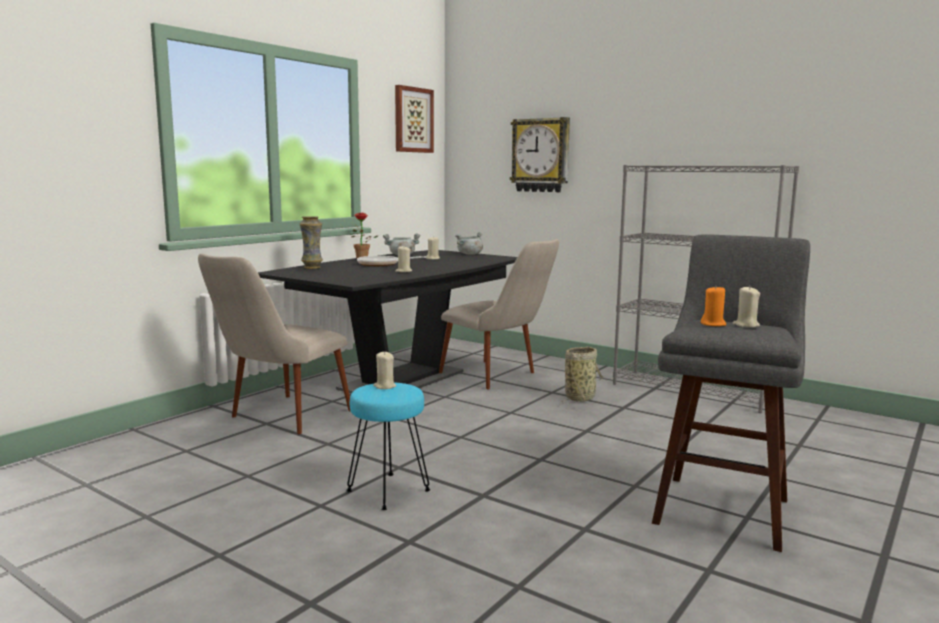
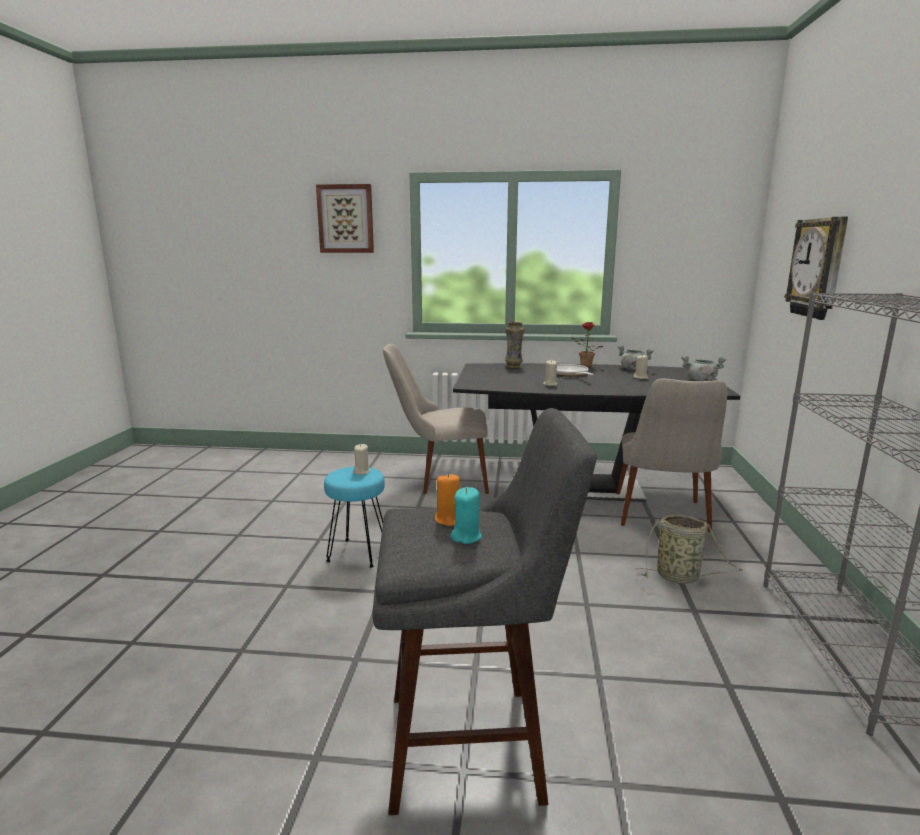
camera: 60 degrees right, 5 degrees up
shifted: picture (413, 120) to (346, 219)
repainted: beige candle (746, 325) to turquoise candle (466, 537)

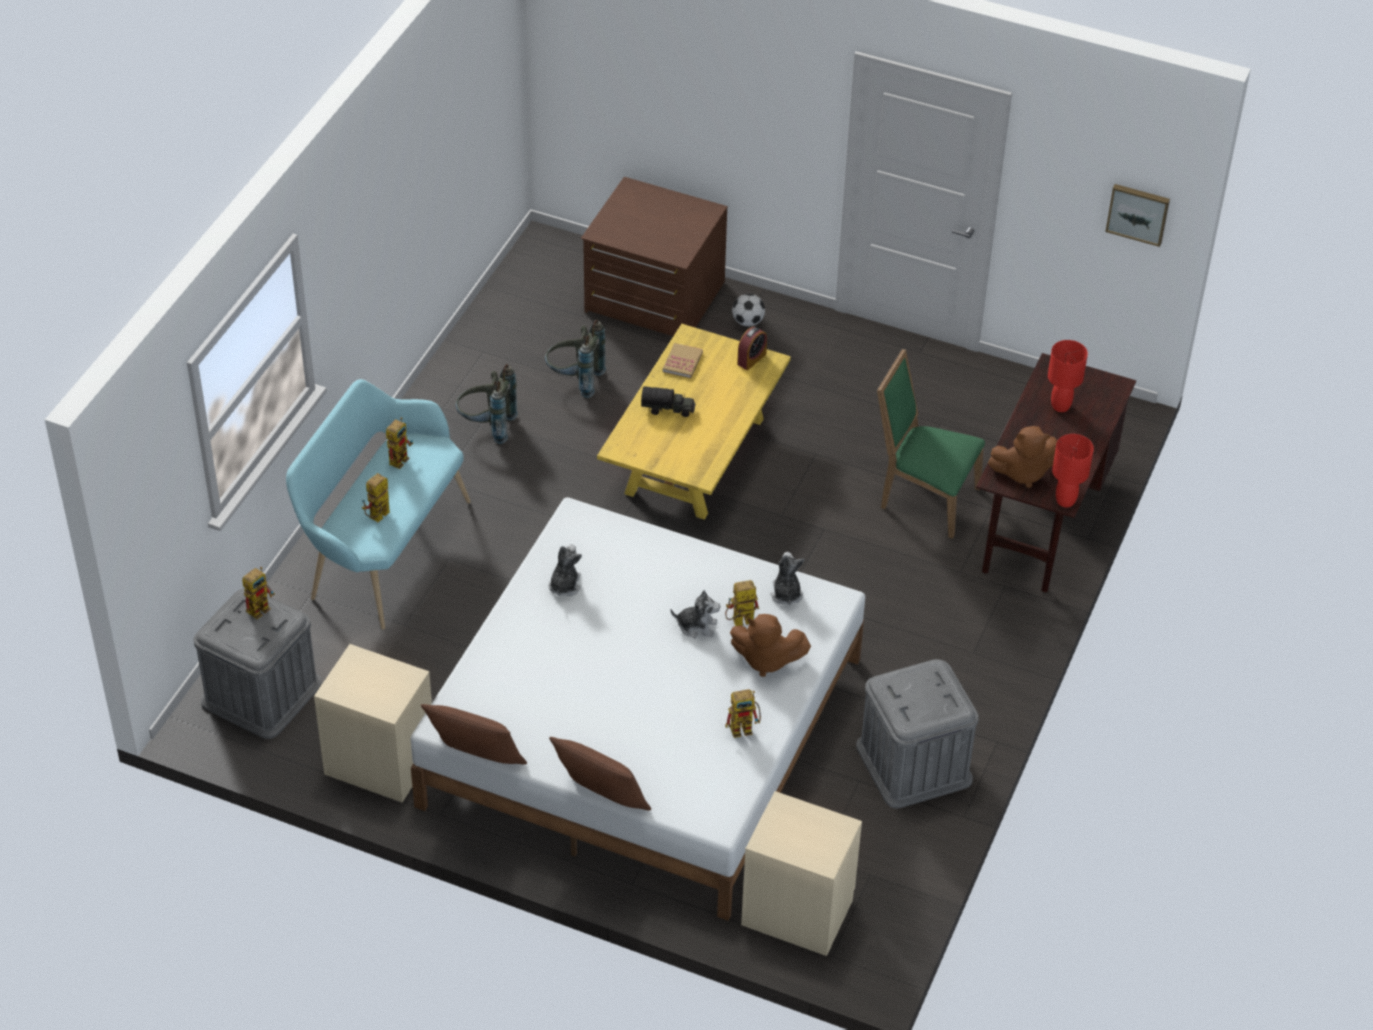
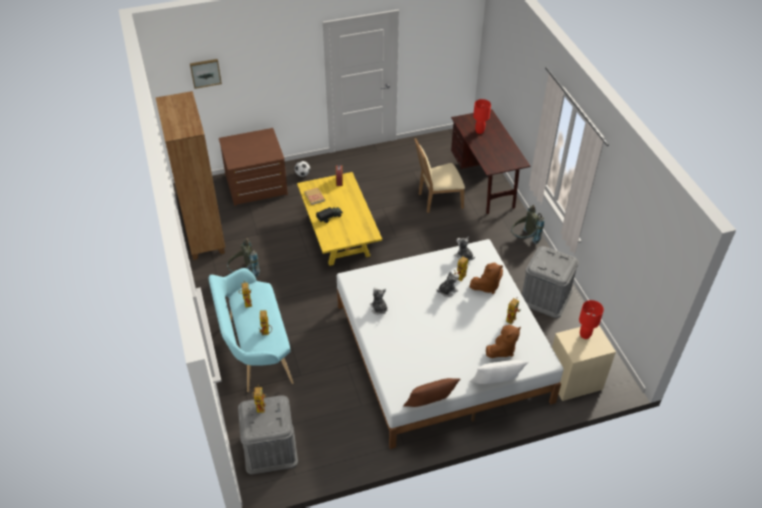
camera: 40 degrees left, 0 degrees up
gone: beige nightstand (380, 761)
new: brown bookcase (204, 234)
shifted: grey backpack (575, 381) to (524, 239); brown plush toy (1023, 472) to (502, 350); red table lamp (1065, 500) to (584, 335); picture (1138, 213) to (205, 73)
repainted: brown pillow (601, 801) to white pillow (496, 385); green chair (924, 498) to beige chair (437, 200)

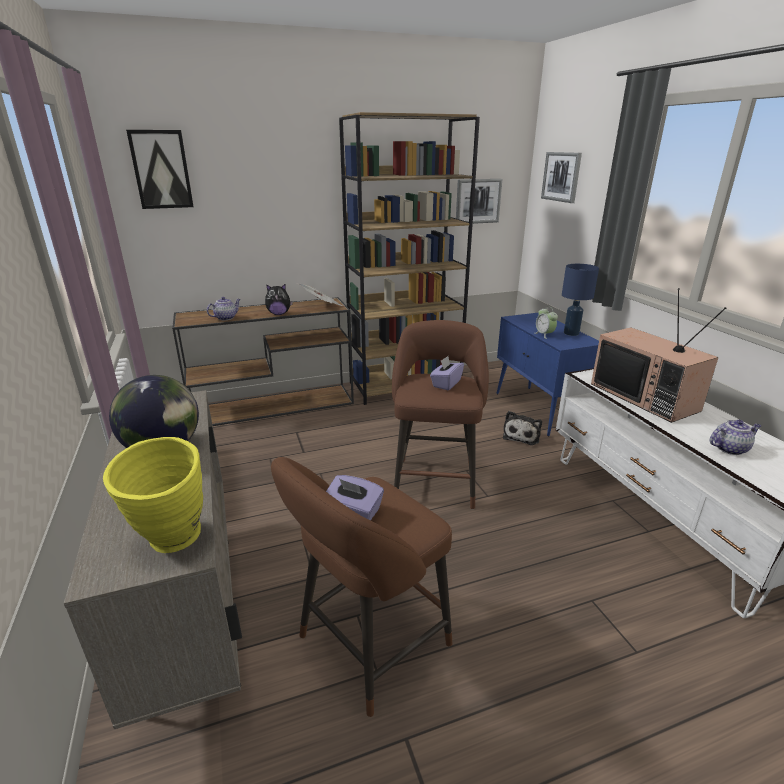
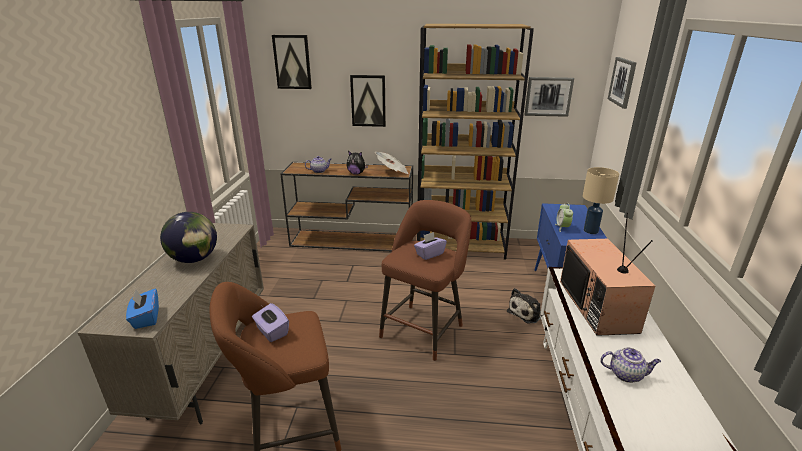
camera: 25 degrees right, 0 degrees up
new: picture (368, 100)
swapped: yellow vase (173, 544) to blue tissue box (146, 318)
repainted: blue table lamp (571, 333) to beige table lamp (590, 231)

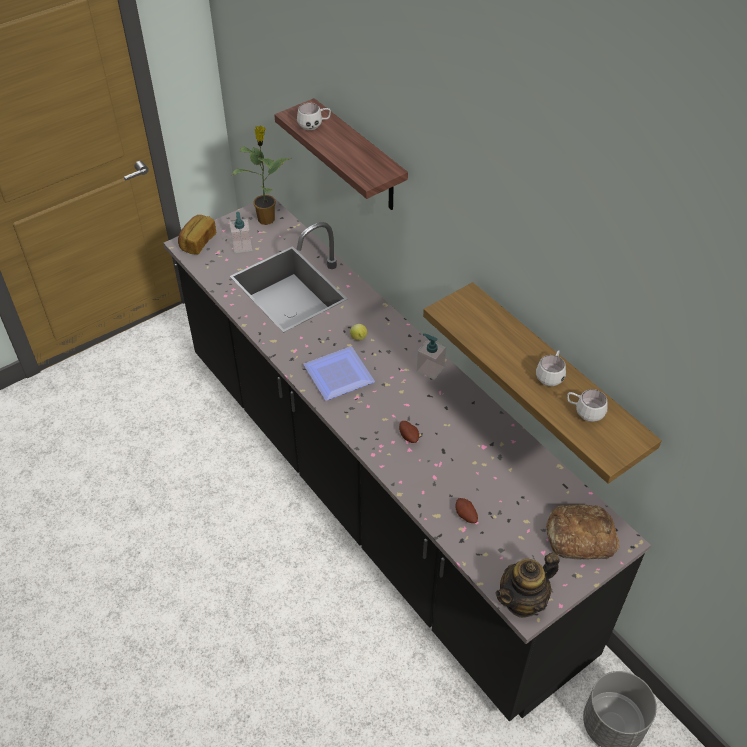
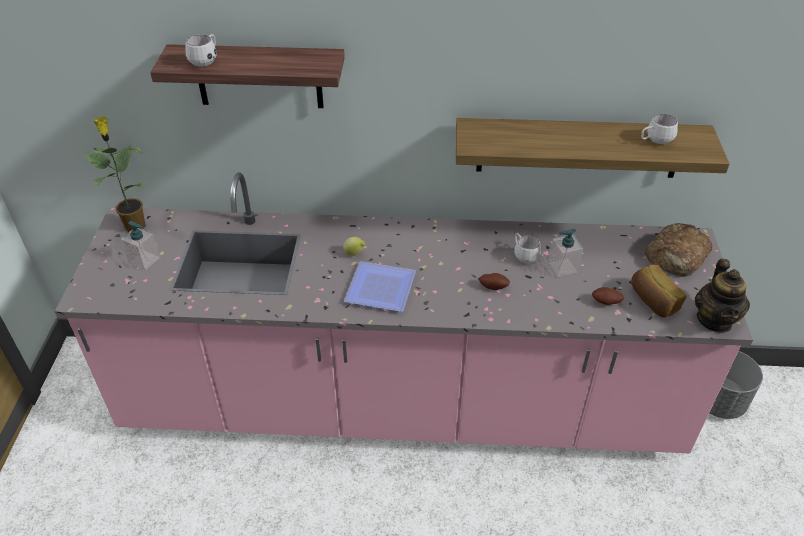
camera: 50 degrees left, 5 degrees down
shifted: bread (197, 242) to (653, 301); soap dispenser (430, 369) to (562, 268); white mug (550, 376) to (523, 255)
repainted: black counter (373, 494) to pink counter (402, 405)

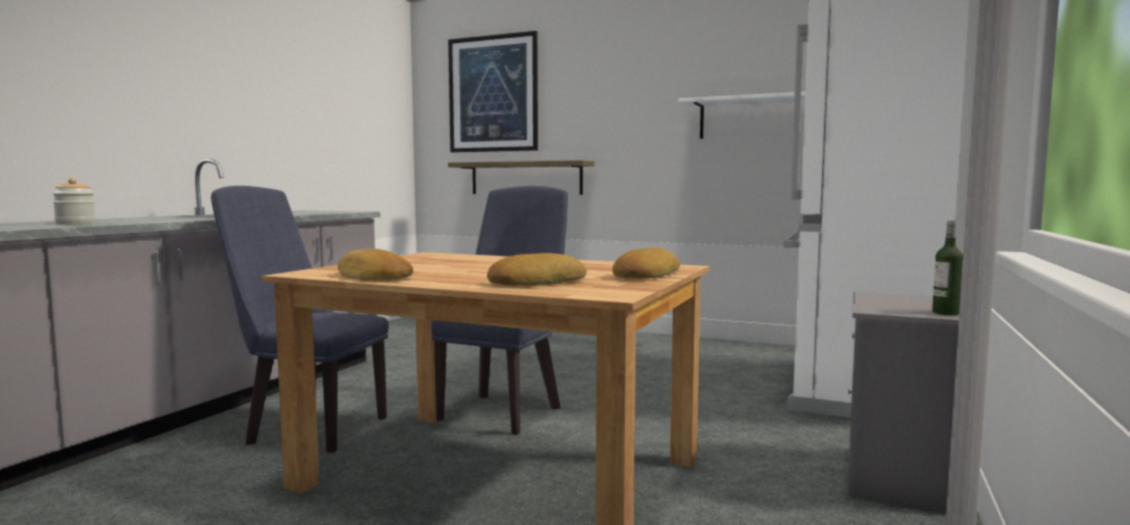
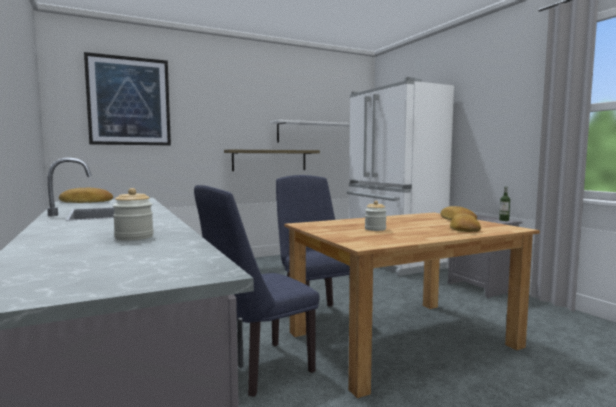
camera: 50 degrees left, 0 degrees up
new: jar (375, 229)
shifted: bread (372, 277) to (86, 201); shelf (526, 178) to (270, 160)

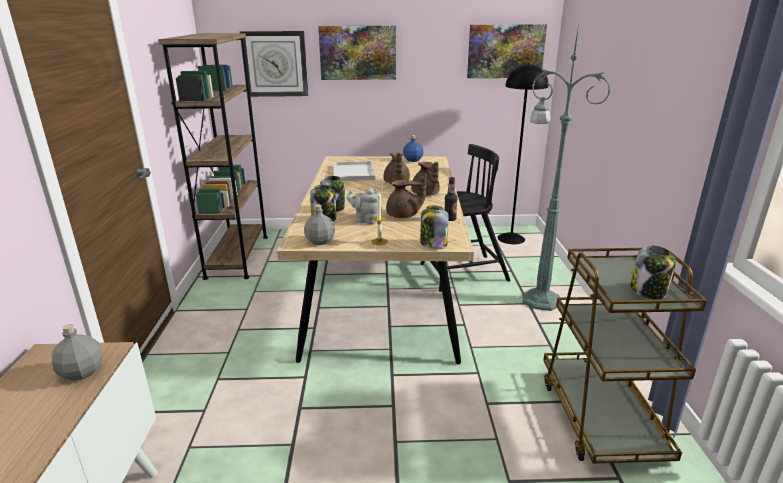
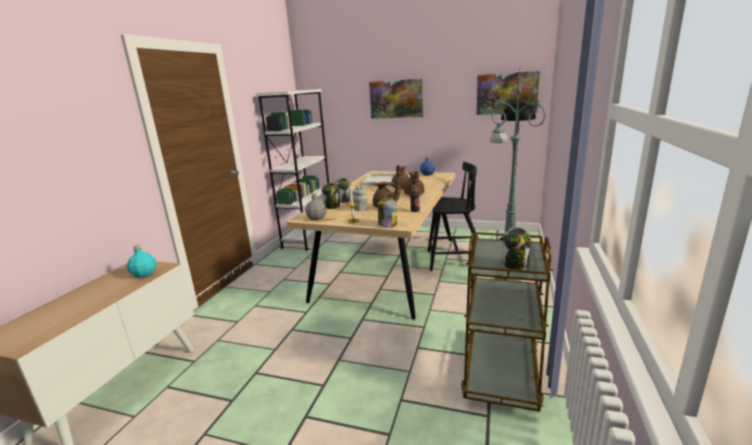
camera: 20 degrees right, 5 degrees down
gone: wall clock (275, 64)
repainted: grey bottle (81, 372) to turquoise bottle (144, 274); brown bookcase (237, 256) to white bookcase (309, 236)

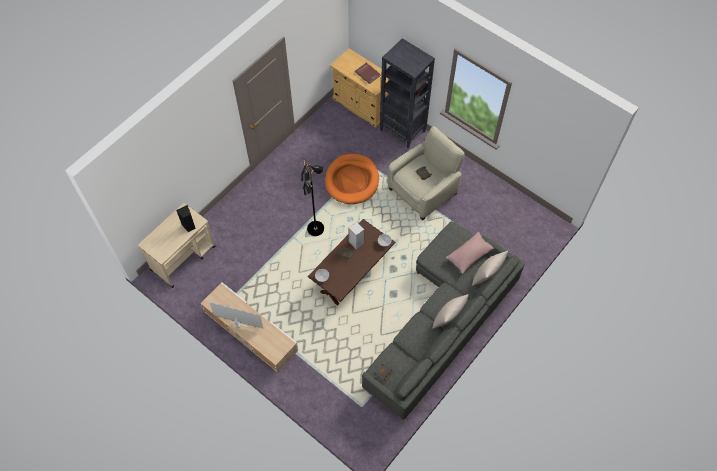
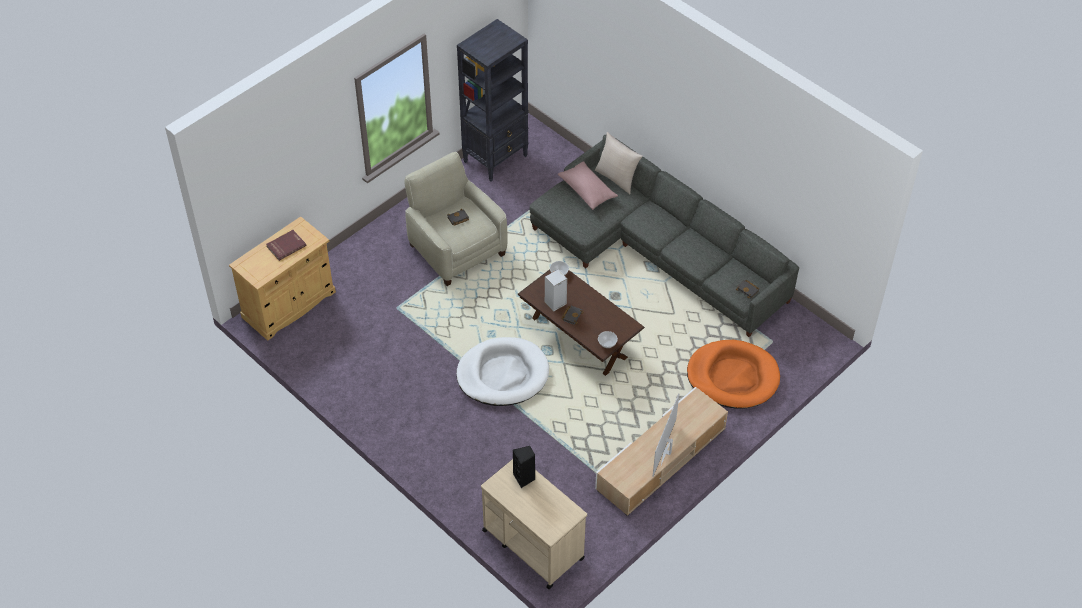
camera: 85 degrees left, 10 degrees down
gone: beige pillow (448, 318)
shifted: orange dog bed (352, 180) to (733, 377); black bookcase (403, 131) to (496, 158)
swapped: black floor lamp (316, 229) to white dog bed (503, 374)

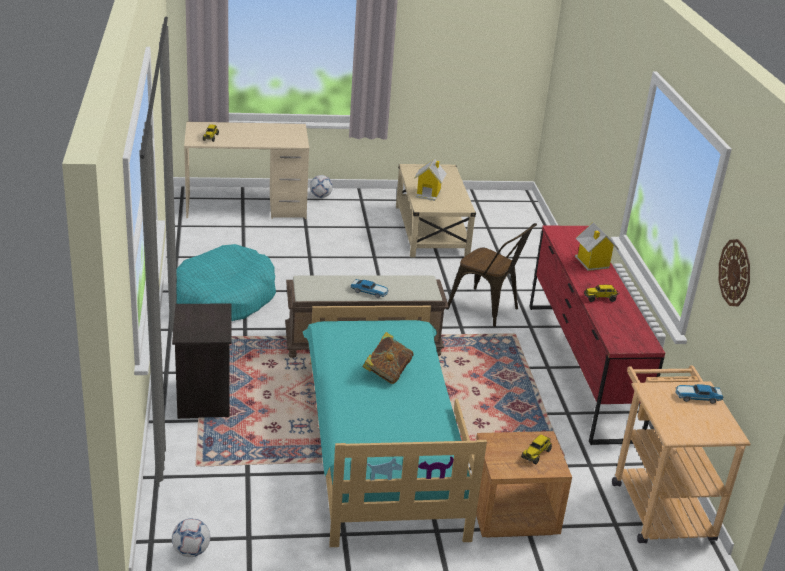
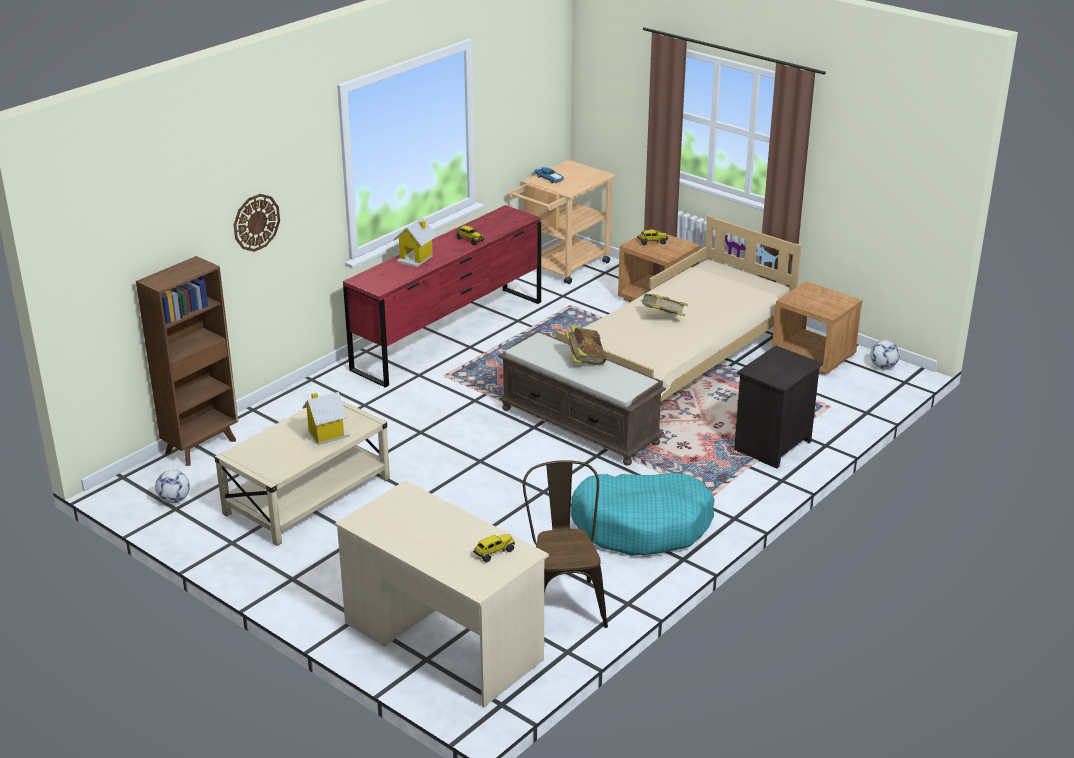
camera: 130 degrees left, 0 degrees up
new: brown bookcase (202, 446); brown nightstand (813, 357)
shifted: football (320, 196) to (174, 500); brown chair (488, 310) to (563, 601); wall clock (735, 272) to (256, 222)
swapped: toy car (370, 292) to book (585, 360)
repainted: turquoise bed (381, 442) to beige bed (678, 362)

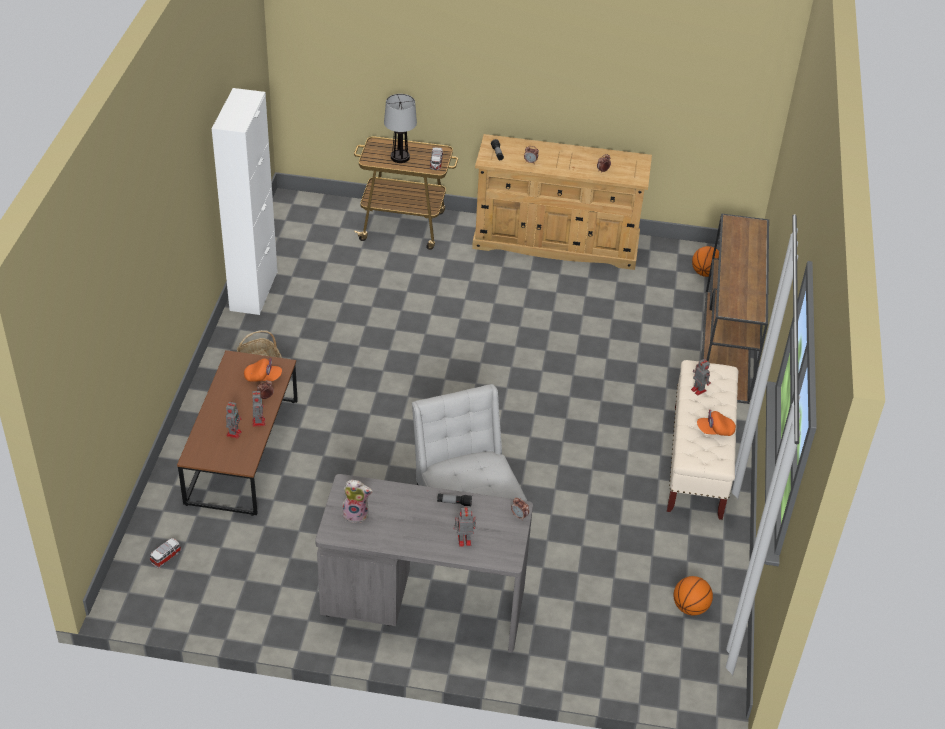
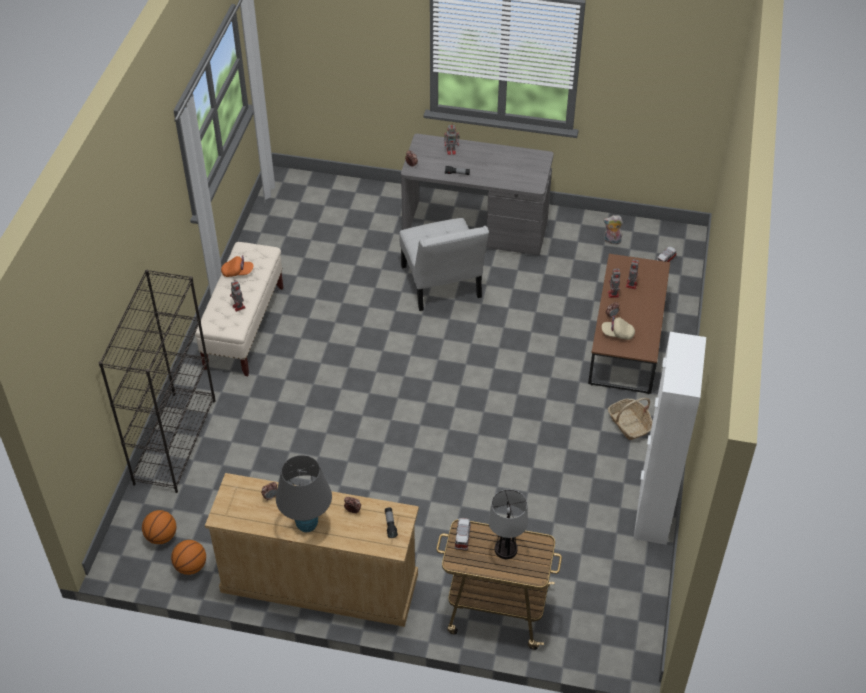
camera: 175 degrees left, 5 degrees up
new: grey table lamp (307, 524)
shifted: plush toy (356, 514) to (611, 241); basketball (690, 607) to (191, 566)
swapped: brown console table (726, 346) to black bookcase (175, 441)
repainted: orange cap (263, 377) to beige cap (617, 334)

